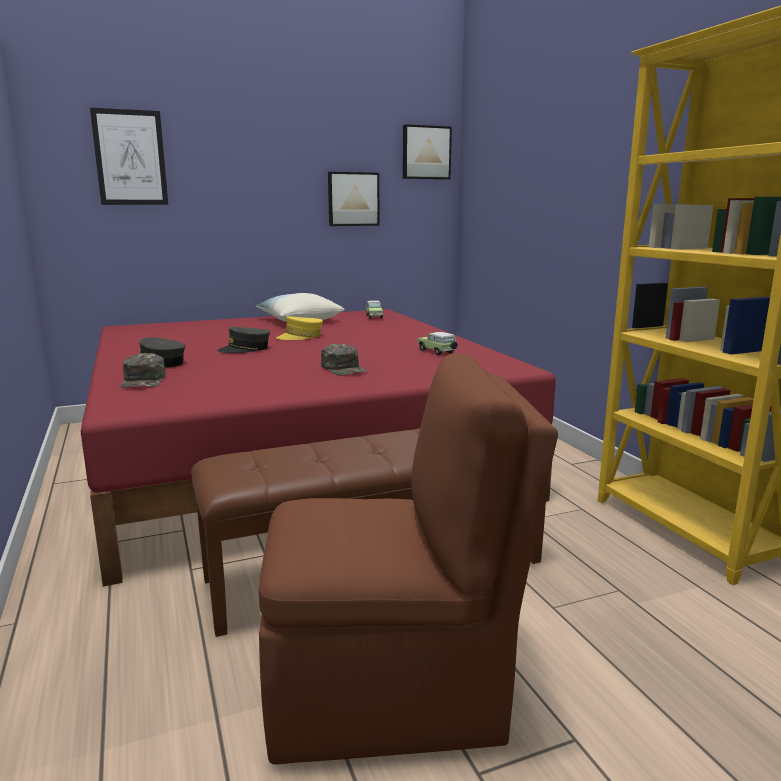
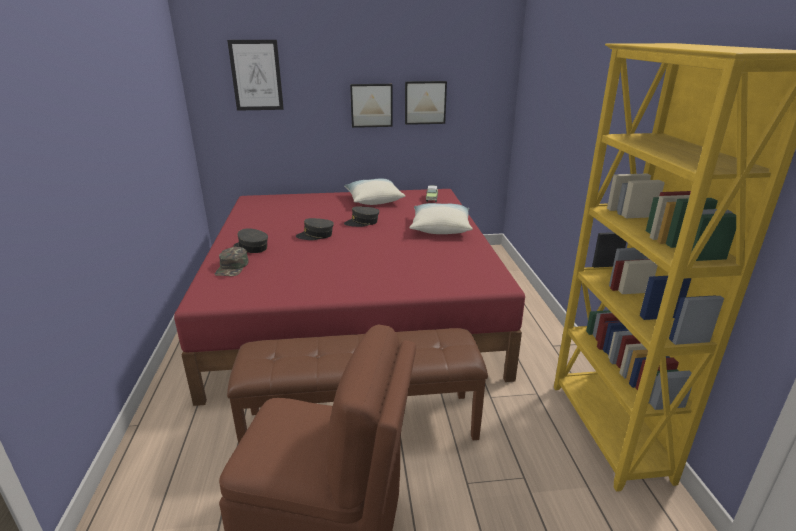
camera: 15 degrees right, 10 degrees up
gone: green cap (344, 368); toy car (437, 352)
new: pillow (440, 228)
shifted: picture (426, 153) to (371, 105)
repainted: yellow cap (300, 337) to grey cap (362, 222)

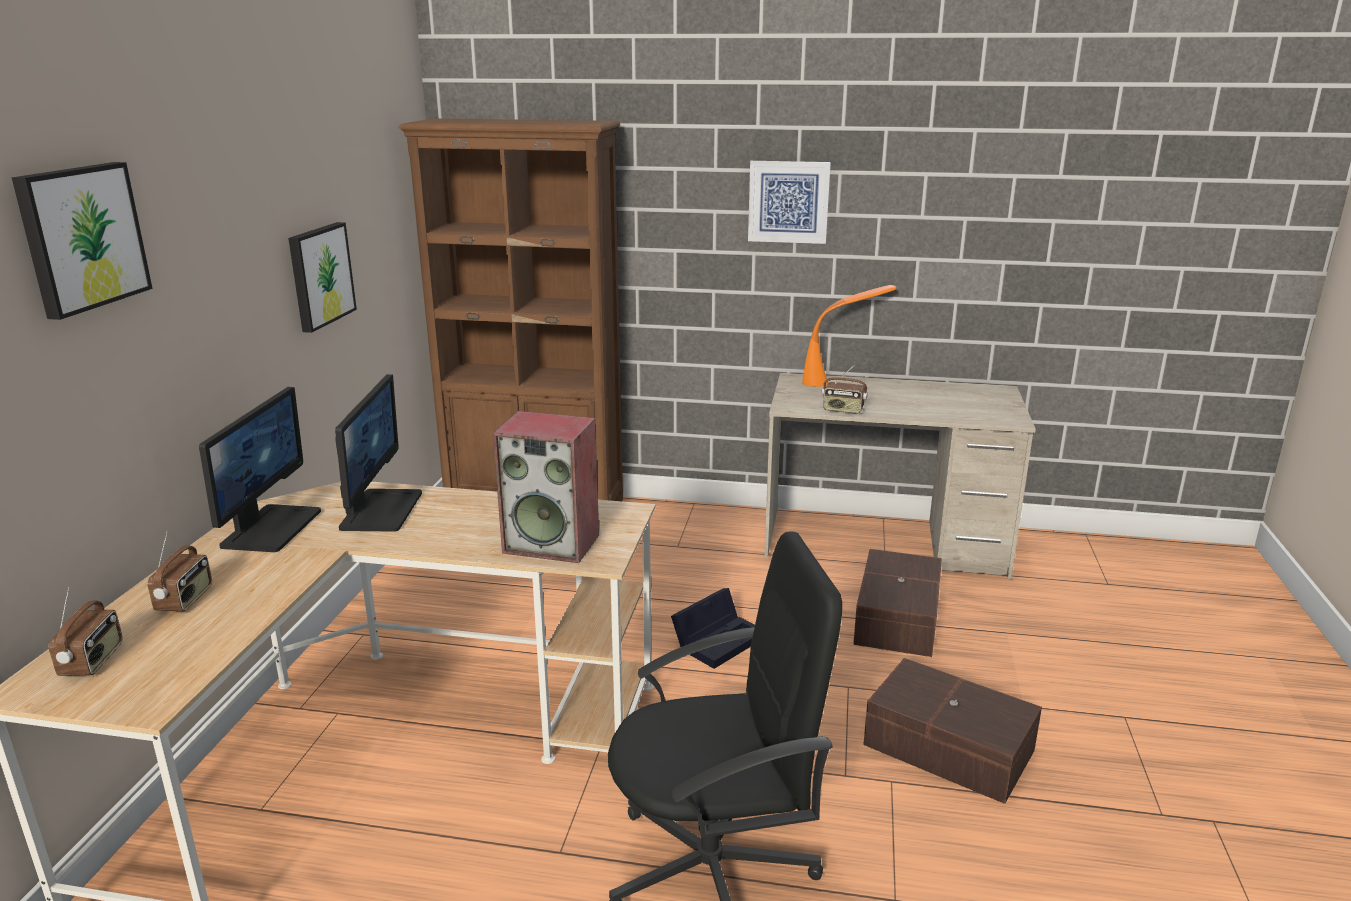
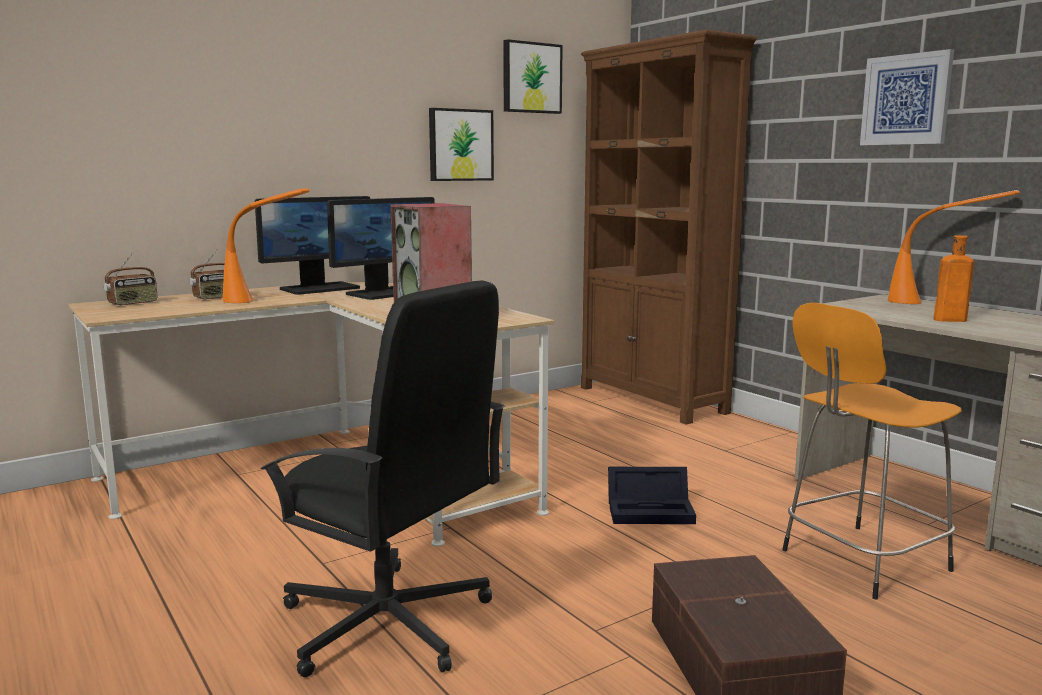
camera: 45 degrees right, 10 degrees down
gone: radio (843, 410)
new: orange table lamp (268, 303); orange bottle (947, 320)
shifted: picture (81, 237) to (531, 78)
swapped: brown storage box (895, 619) to orange stool (861, 561)

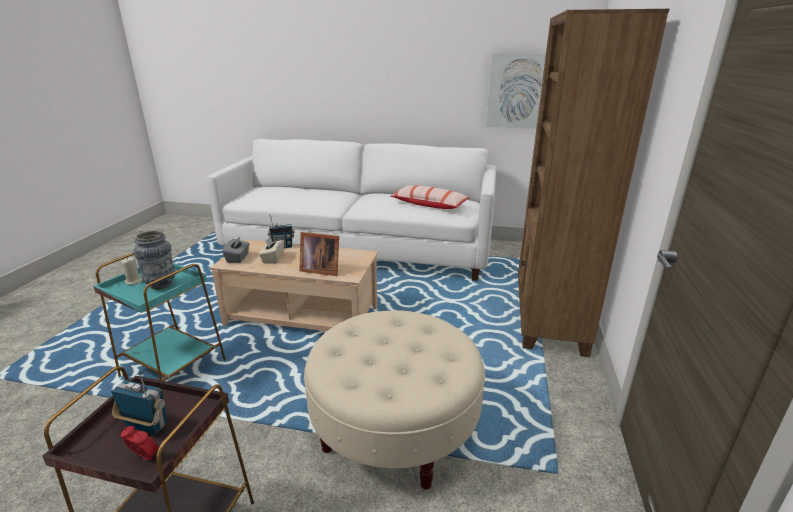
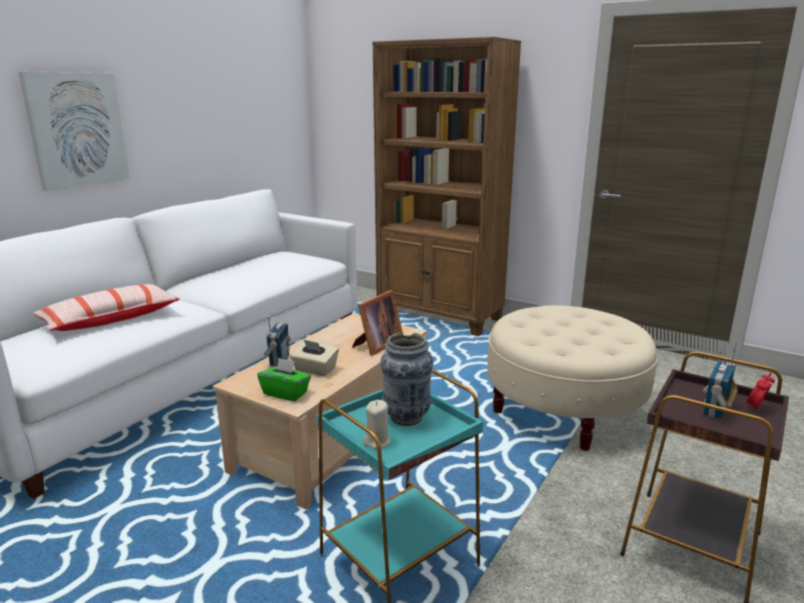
camera: 70 degrees left, 5 degrees down
shifted: pillow (429, 204) to (111, 319); picture (518, 91) to (77, 129)
repainted: grey tissue box (238, 258) to green tissue box (285, 393)

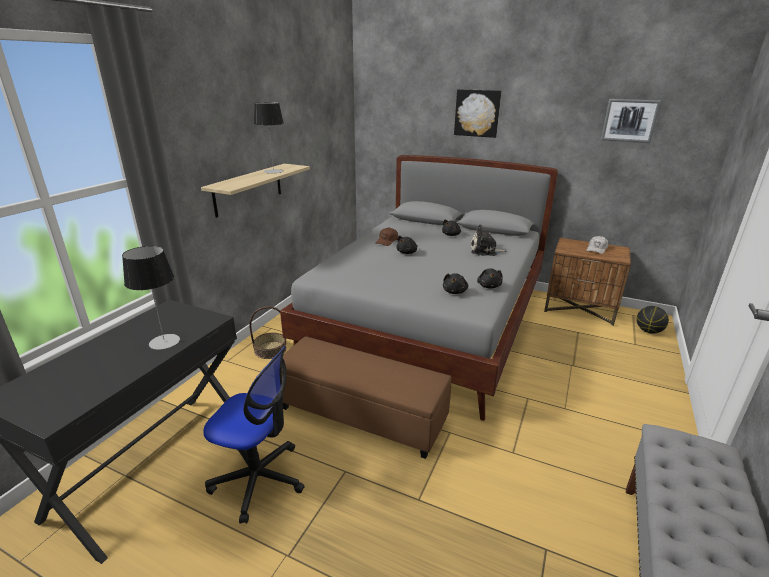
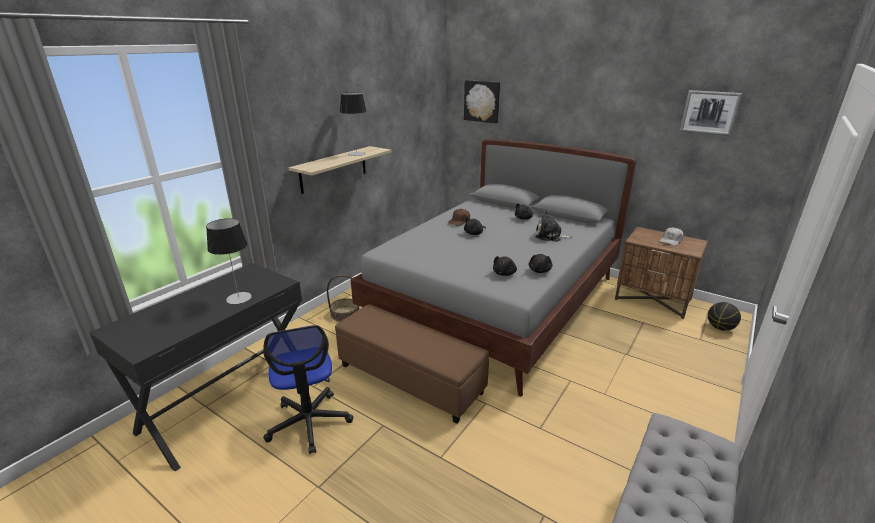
camera: 10 degrees right, 0 degrees up
shifted: picture (477, 113) to (482, 101)
rotated: office chair (259, 479) = (309, 422) 45 degrees clockwise

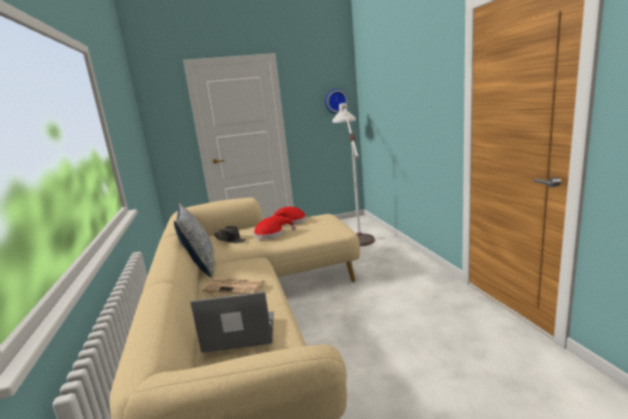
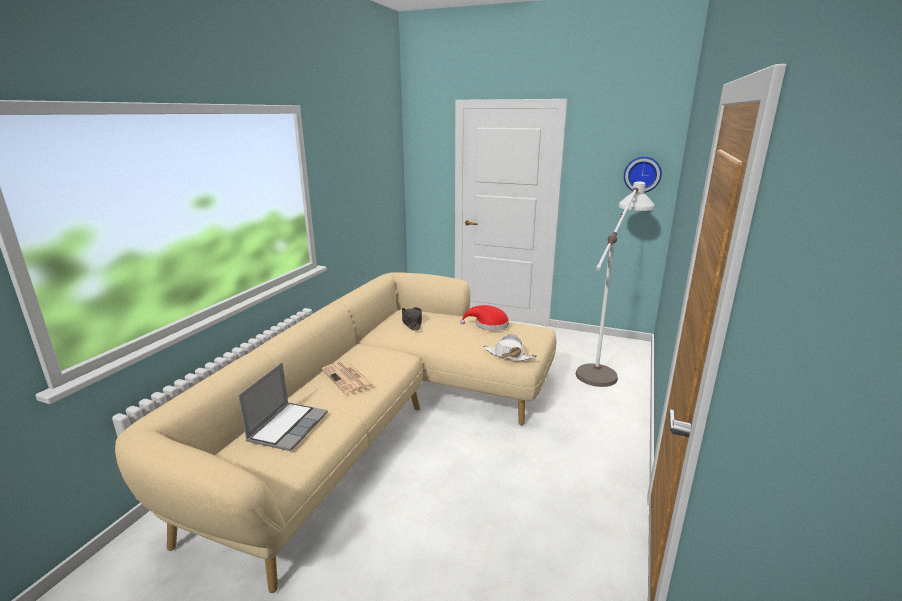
camera: 35 degrees right, 5 degrees up
gone: pillow (200, 265); red hat (271, 234)
new: white hat (508, 355)
rotated: laptop (238, 334) = (288, 427) 75 degrees clockwise

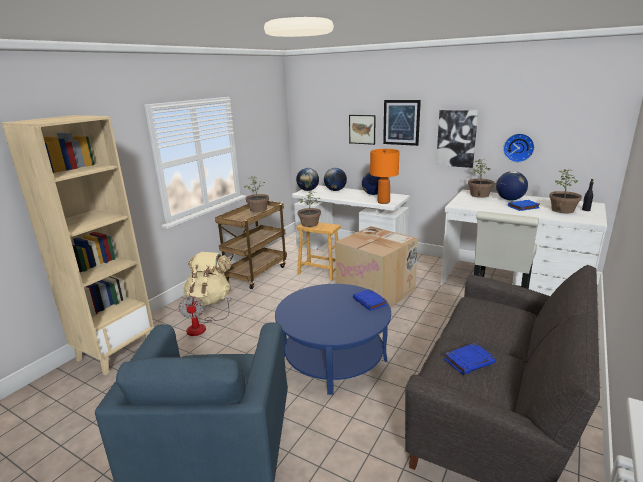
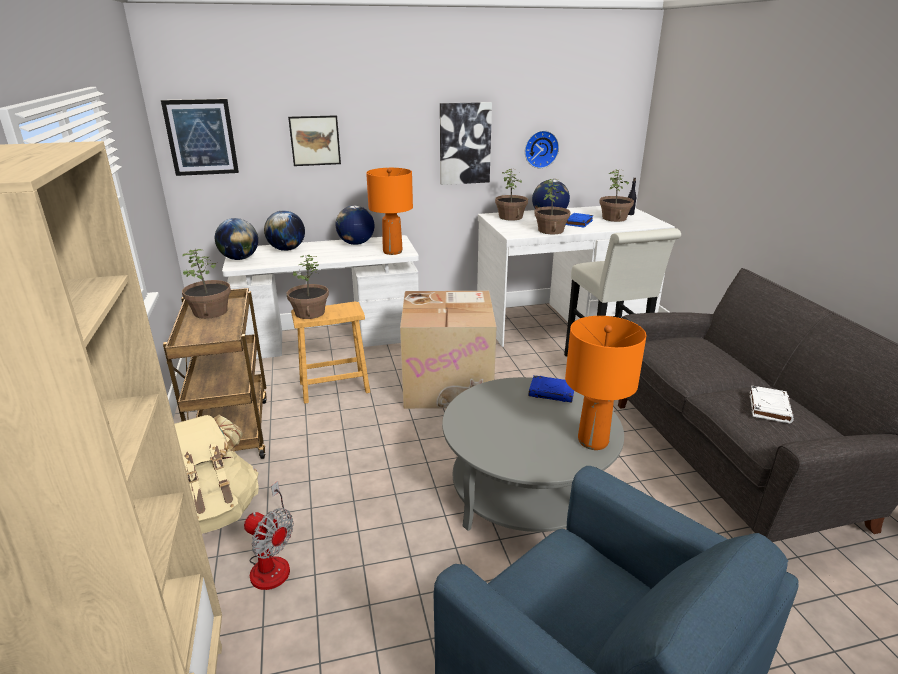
camera: 45 degrees left, 5 degrees up
new: potted plant (551, 230); orange table lamp (593, 441)
shifted: picture (401, 122) to (201, 137)
repainted: blue coffee table (334, 358) to grey coffee table (526, 492); blue book (469, 361) to white book (769, 407)

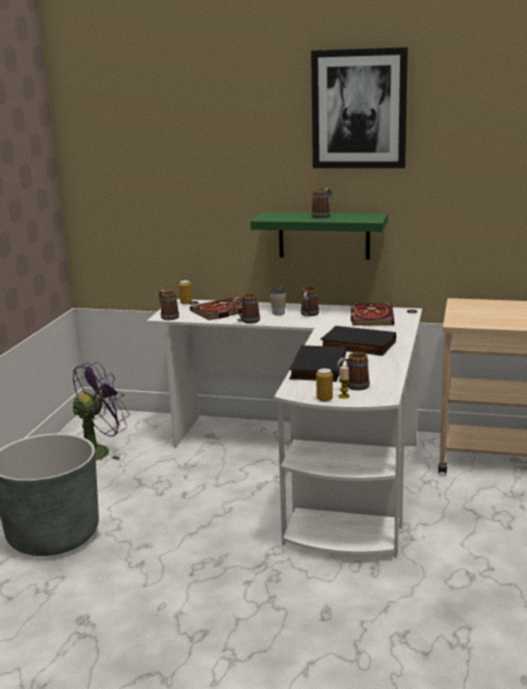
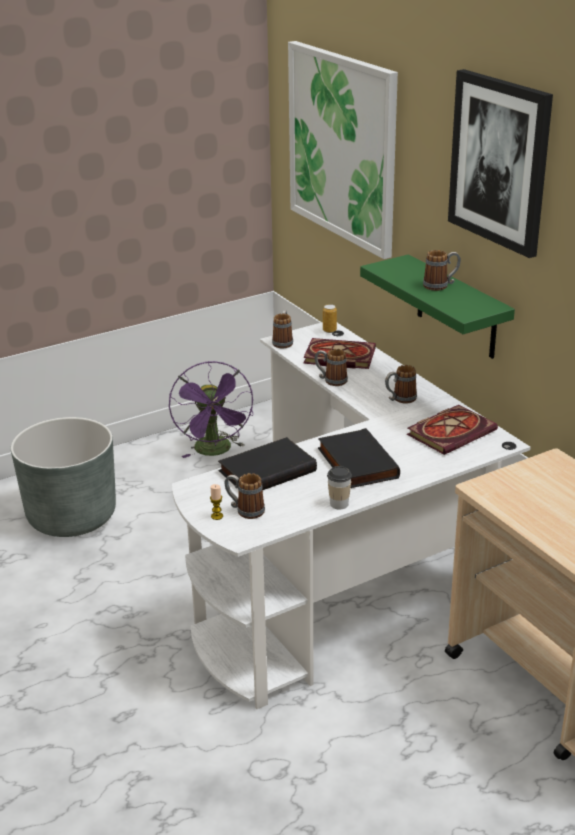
camera: 45 degrees right, 10 degrees up
gone: can (324, 399)
new: picture (342, 146)
shifted: cup (278, 313) to (339, 504)
rotated: purple fan (98, 450) = (215, 451) 75 degrees clockwise

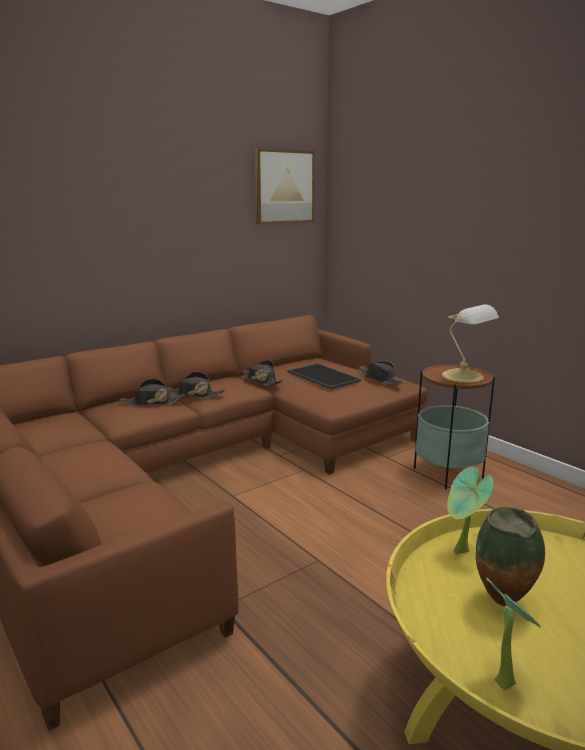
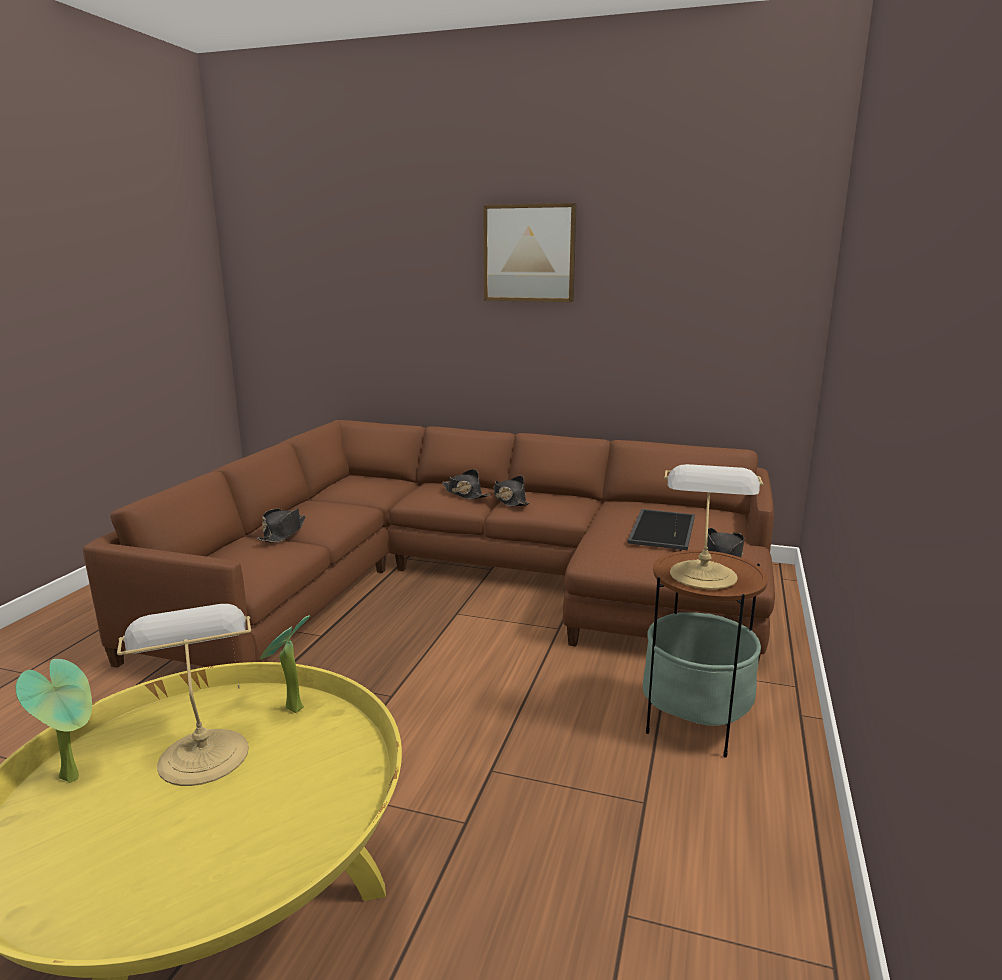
camera: 55 degrees right, 0 degrees up
shifted: black hat (261, 380) to (283, 533); picture (284, 187) to (529, 253)
swapped: vase (503, 603) to table lamp (203, 753)

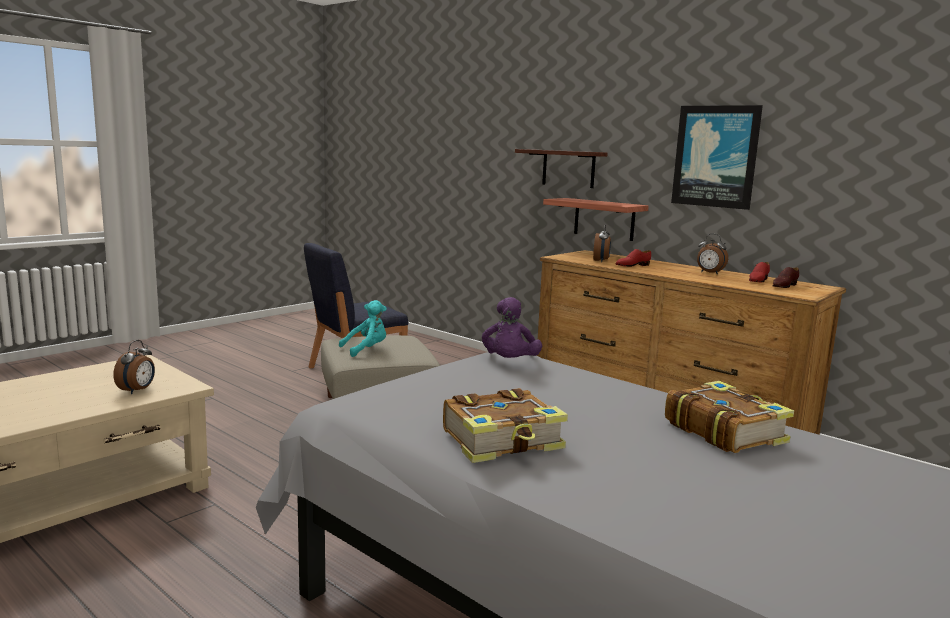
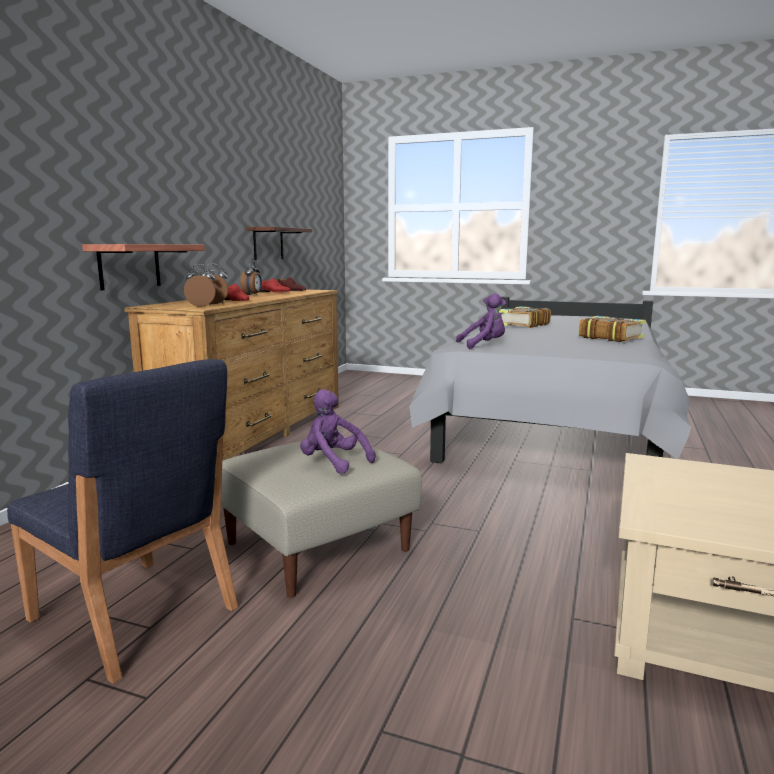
camera: 110 degrees left, 0 degrees up
gone: picture (715, 156)
shifted: alarm clock (137, 390) to (202, 306); shelf (568, 168) to (268, 243)
repainted: turquoise plush toy (366, 350) to purple plush toy (333, 462)

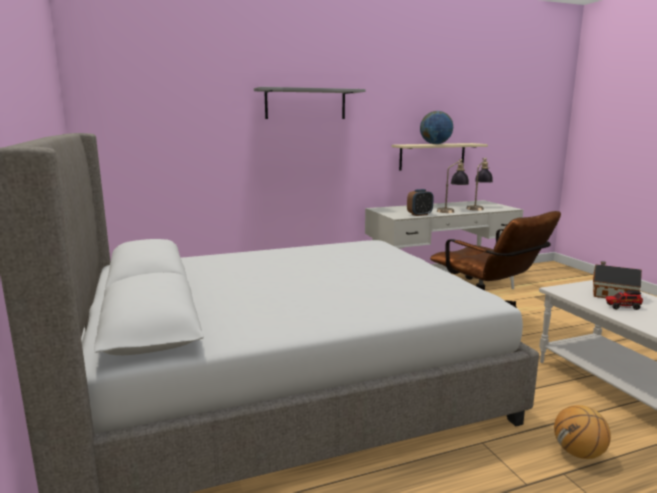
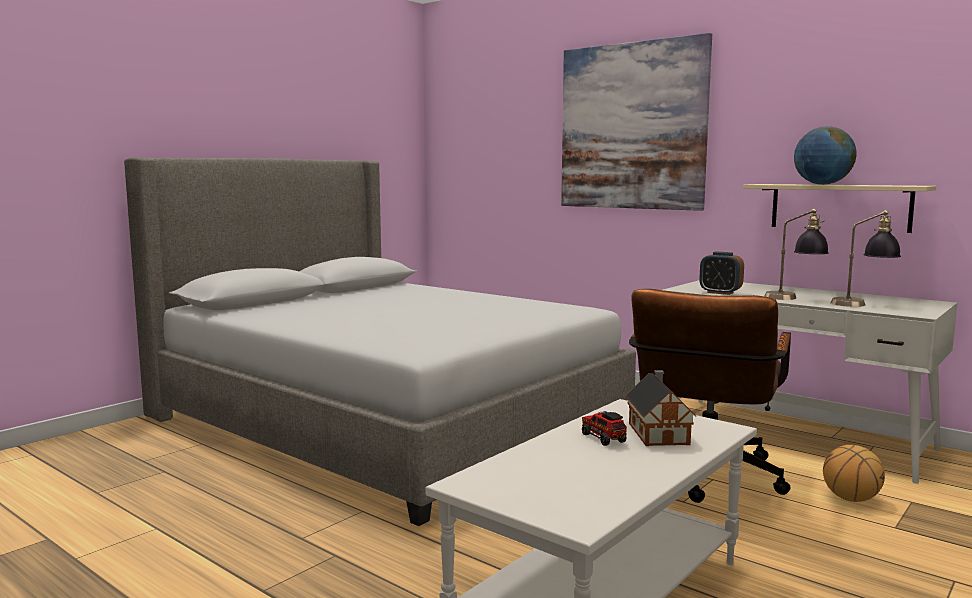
camera: 60 degrees right, 5 degrees down
shifted: basketball (578, 453) to (851, 499)
swapped: grey shelf (305, 104) to picture (632, 126)

